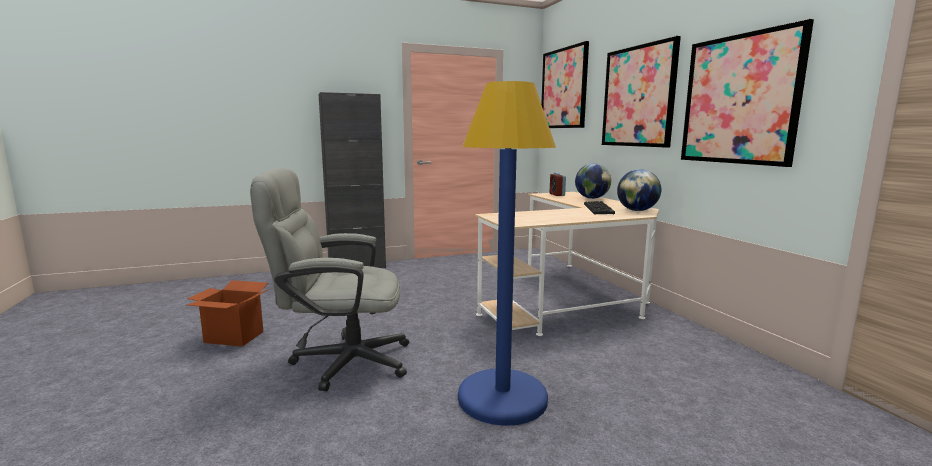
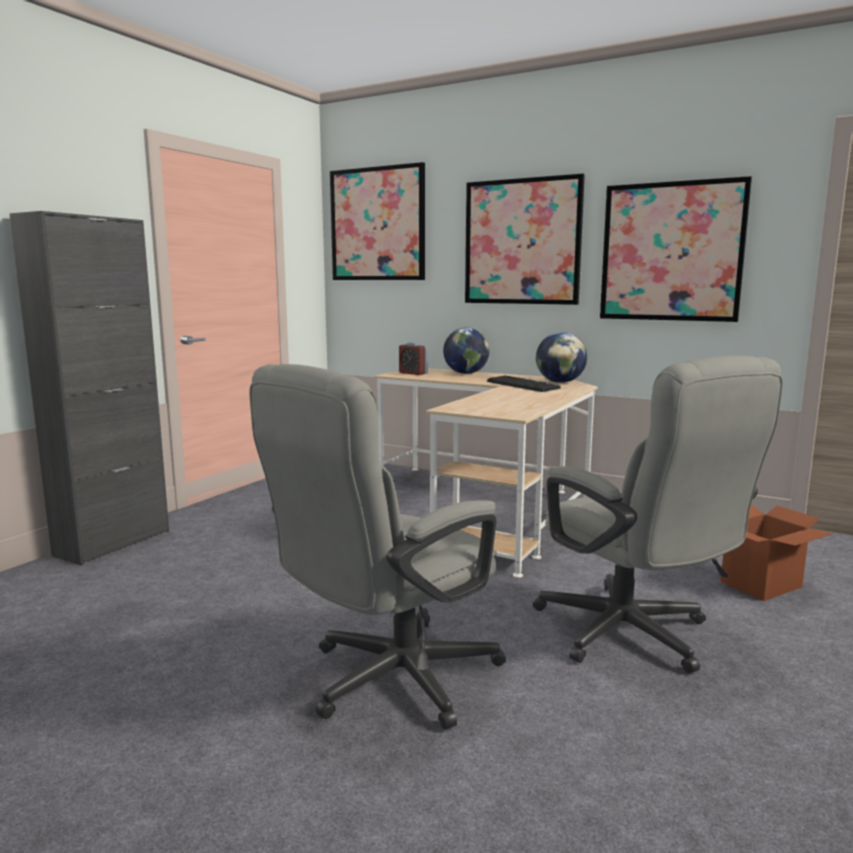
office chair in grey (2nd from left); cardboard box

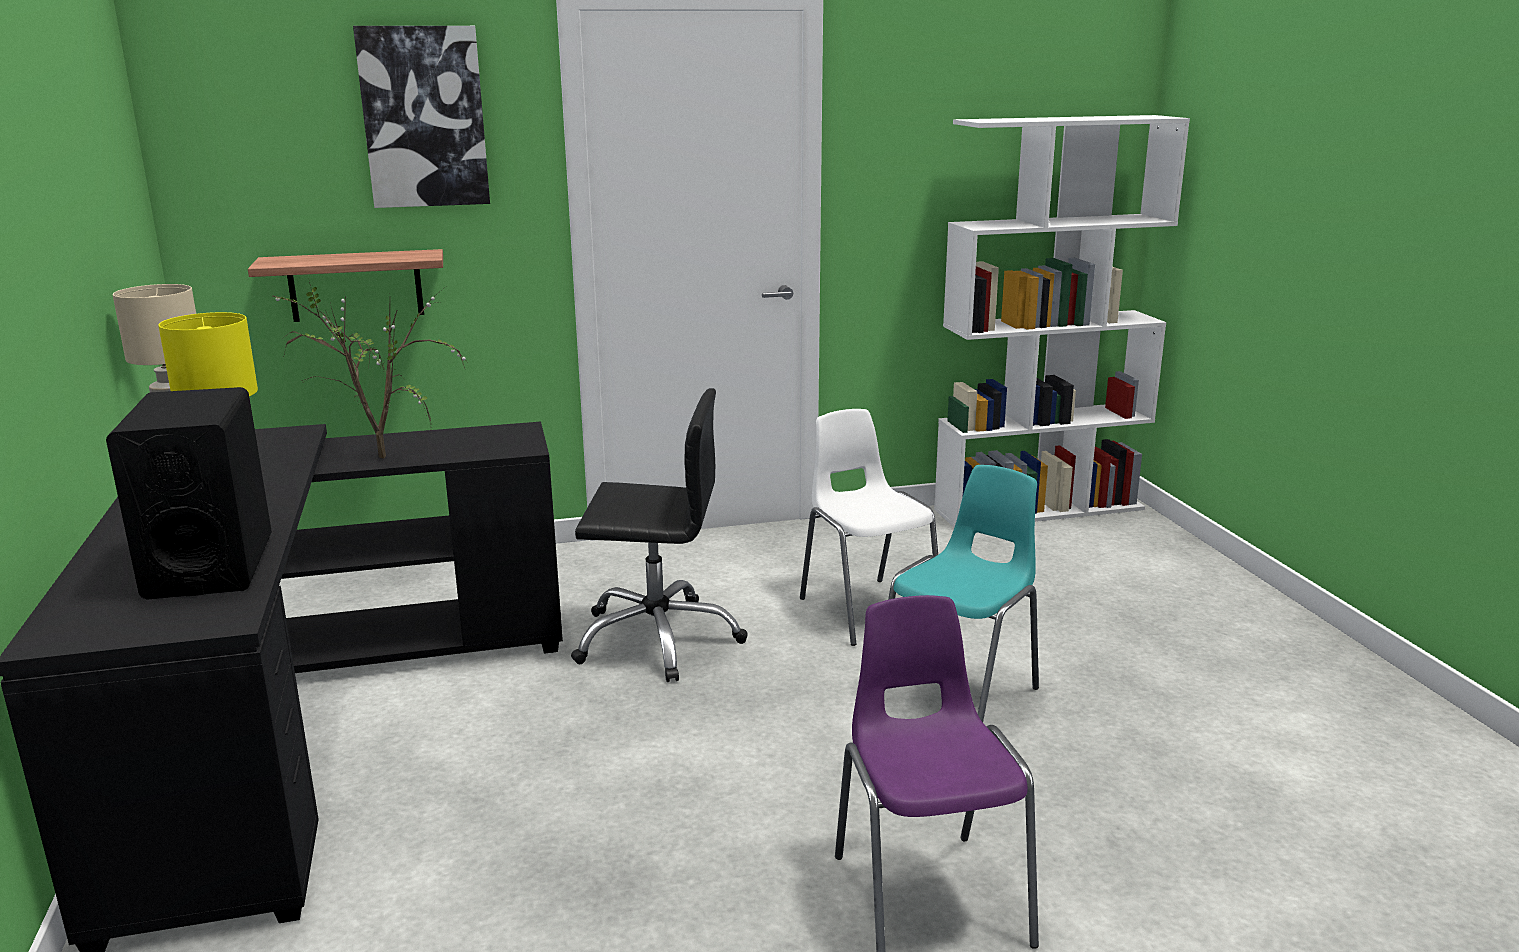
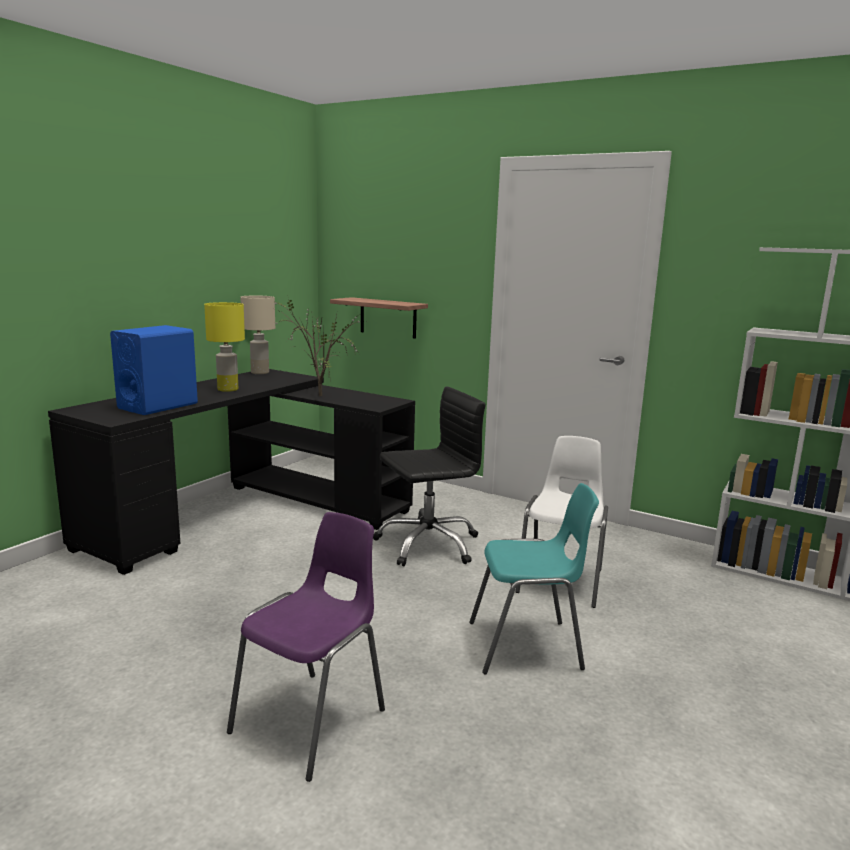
picture; speaker in blue; office chair in black

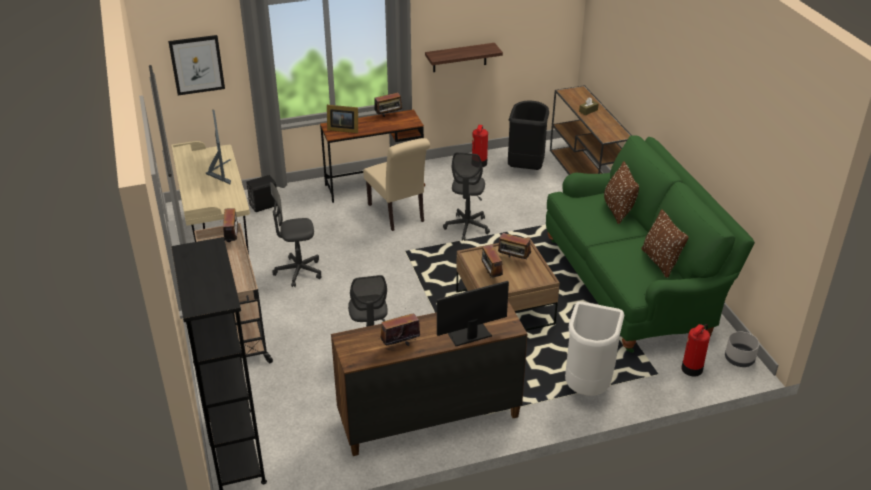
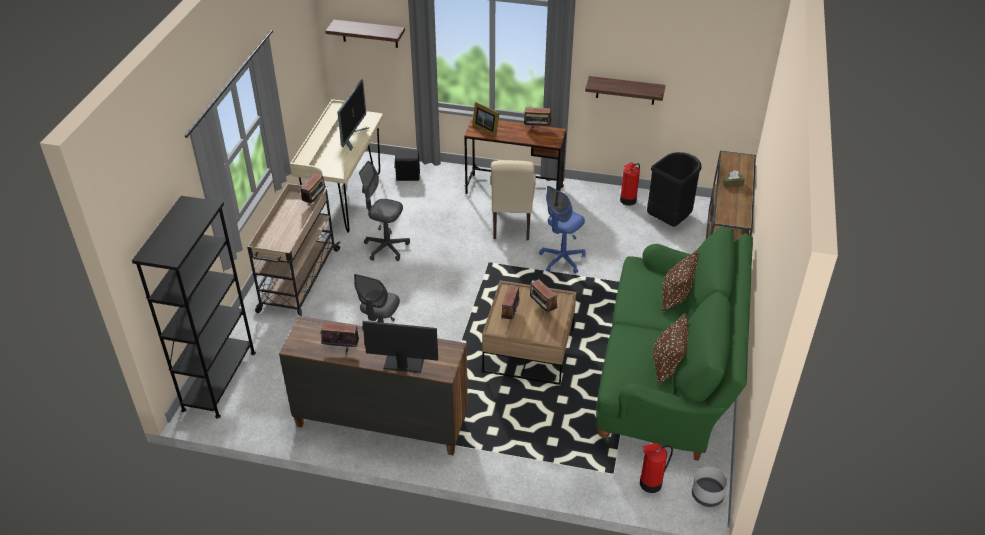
shelf (1st from left); office chair in blue; trash can in white

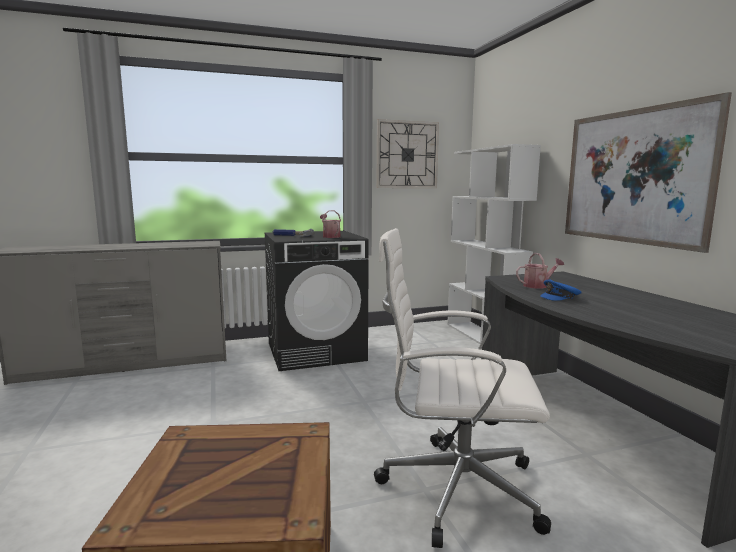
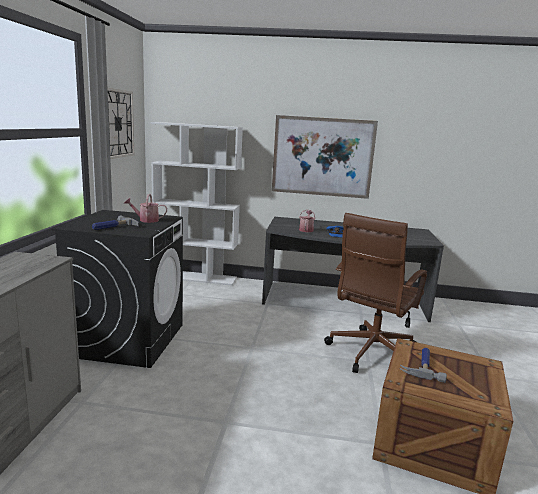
office chair in brown; hammer (2nd from left)

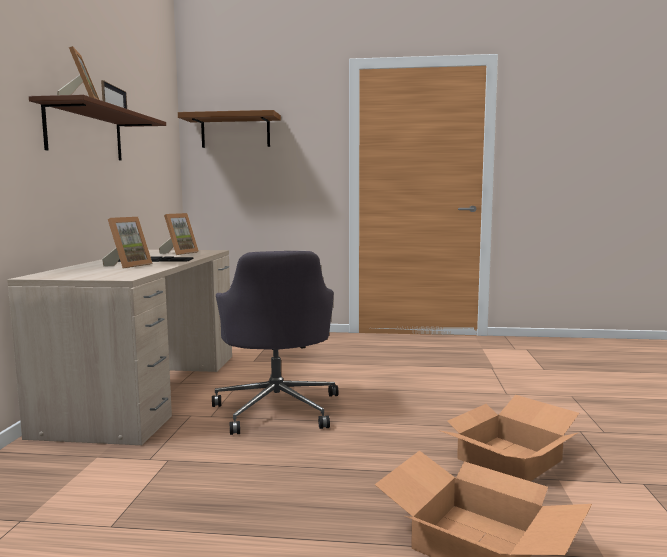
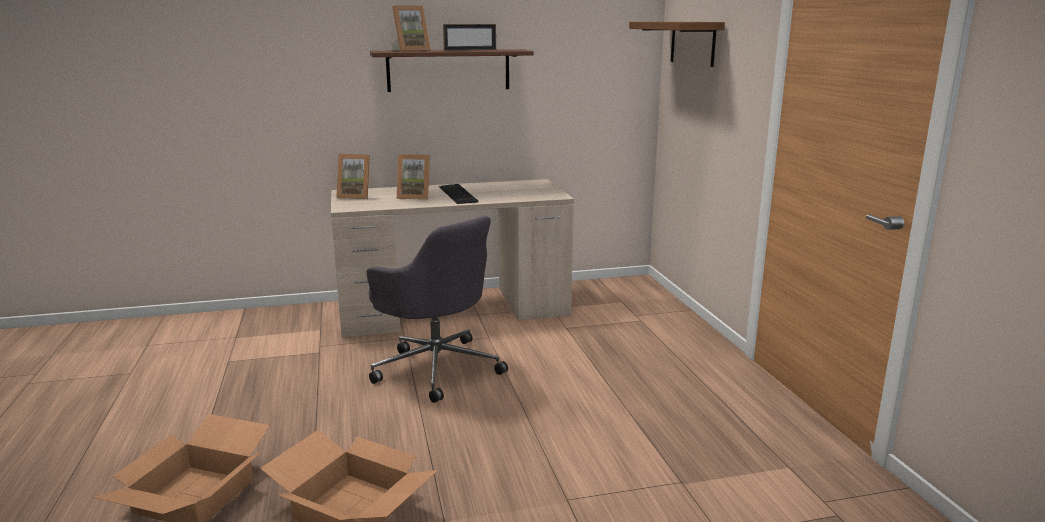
picture frame (1st from left); office chair in grey

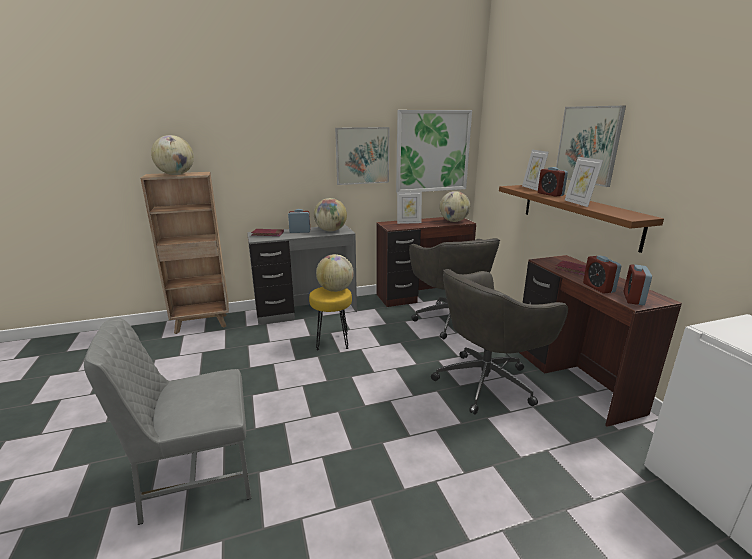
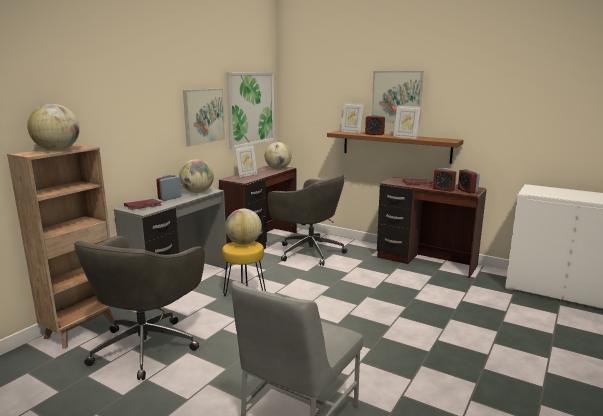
office chair in grey (1st from left)

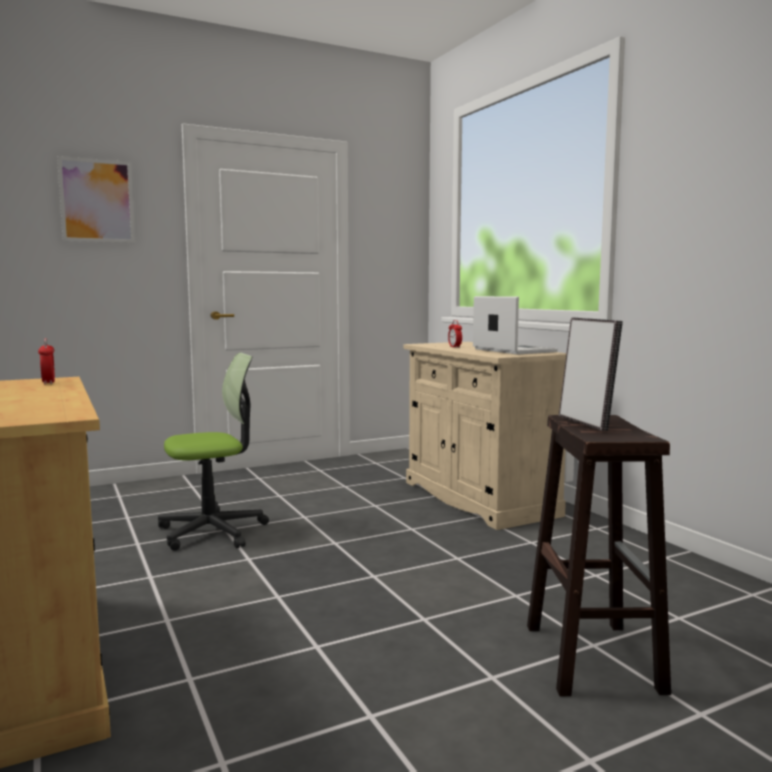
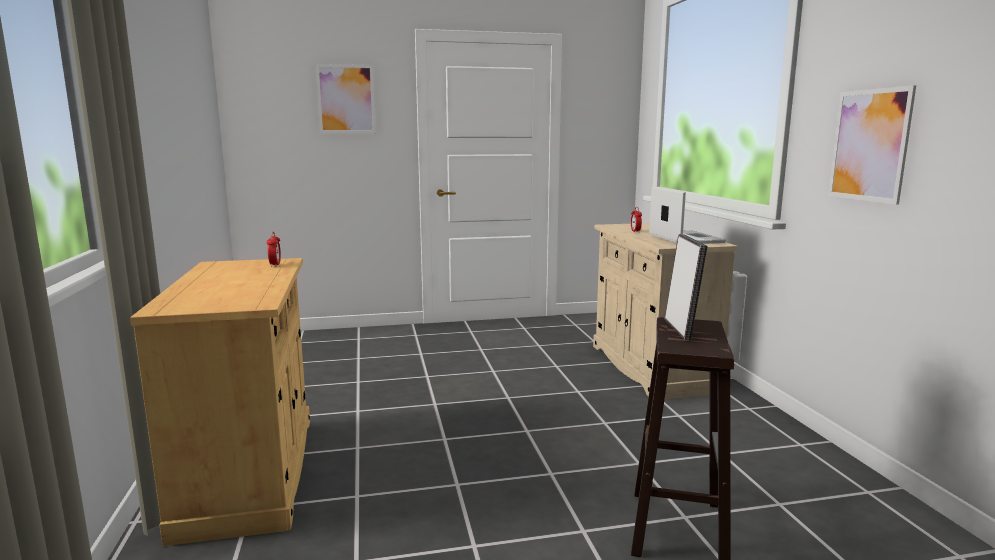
office chair; picture (2nd from left)

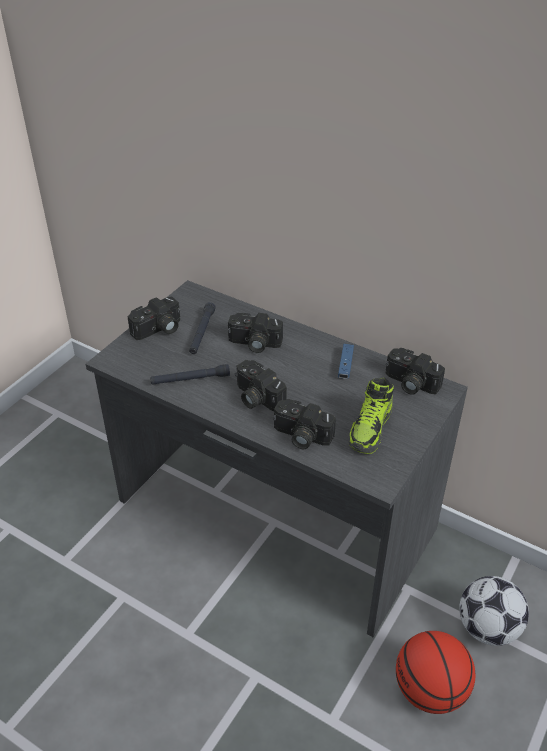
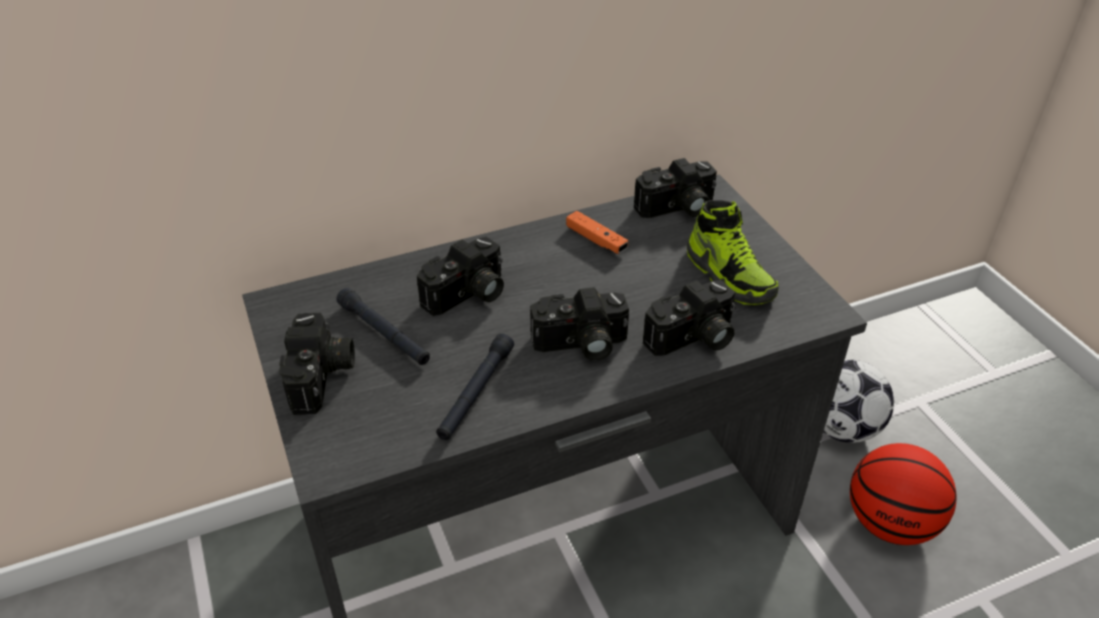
game controller in orange

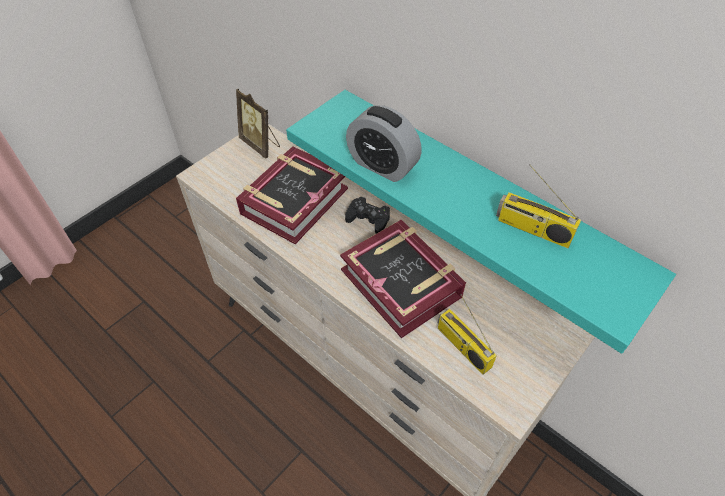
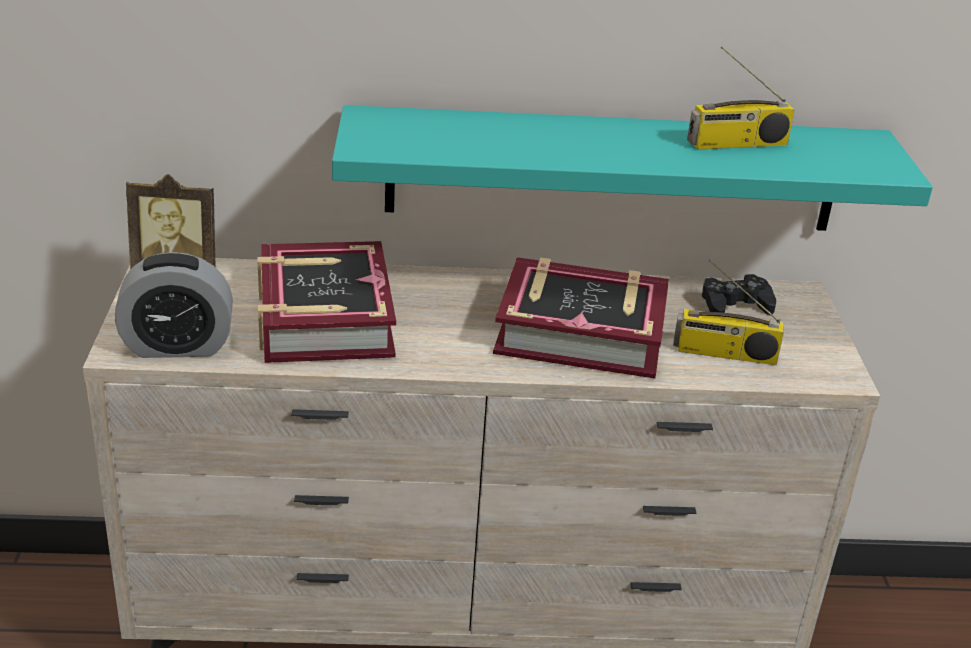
alarm clock; game controller in black

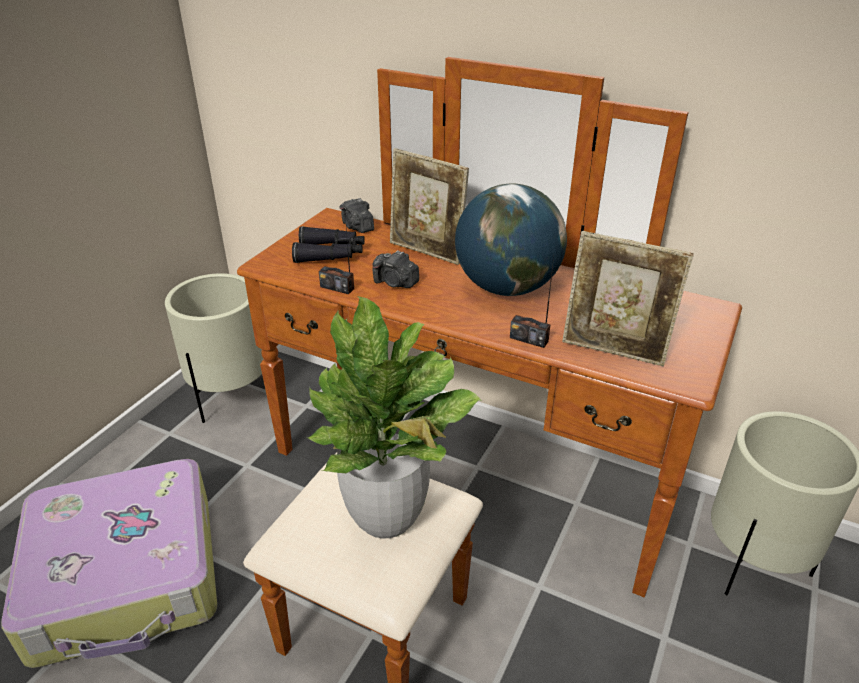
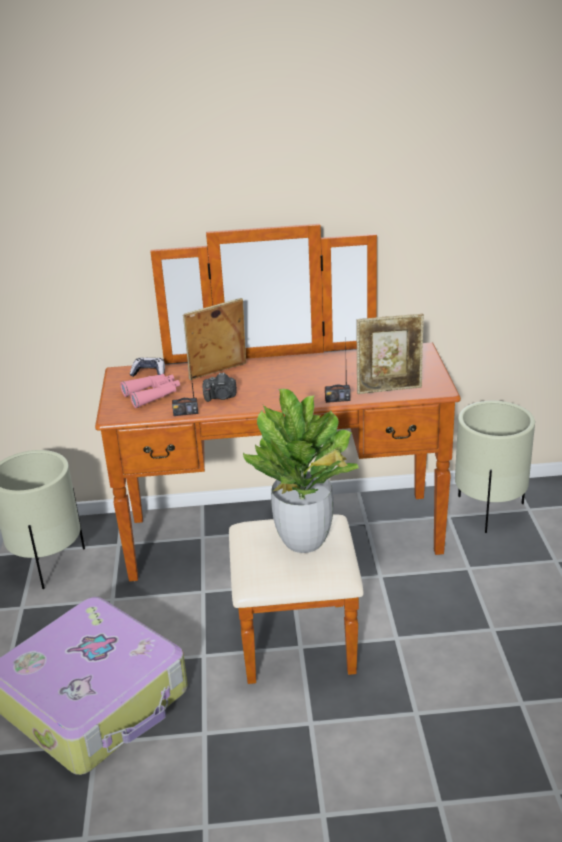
picture frame (1st from left); globe; game controller; binoculars in pink

